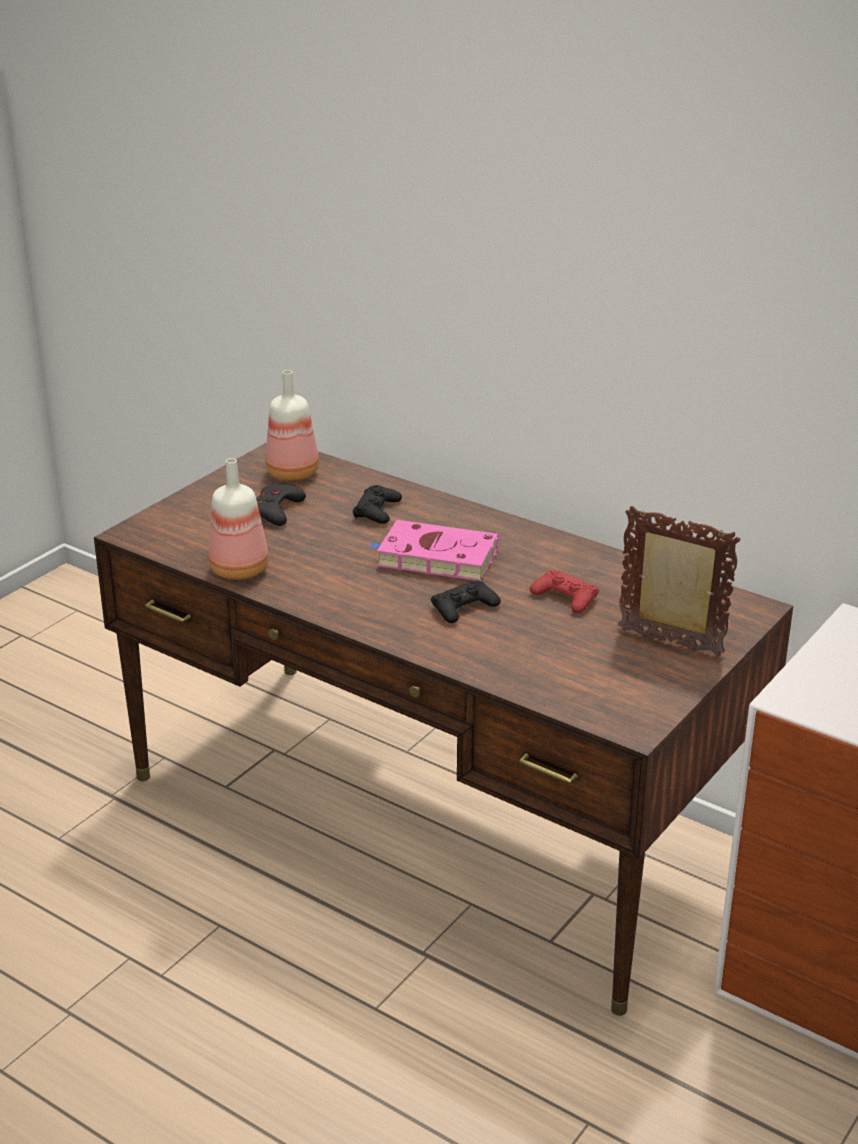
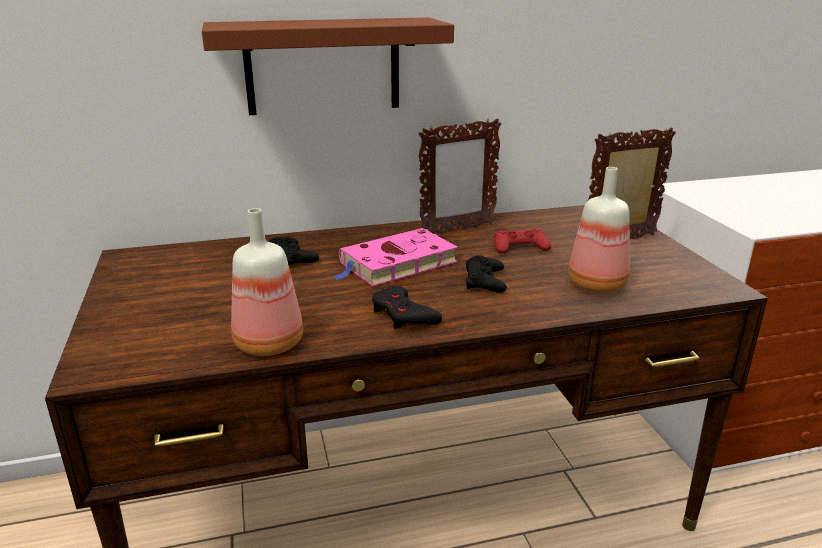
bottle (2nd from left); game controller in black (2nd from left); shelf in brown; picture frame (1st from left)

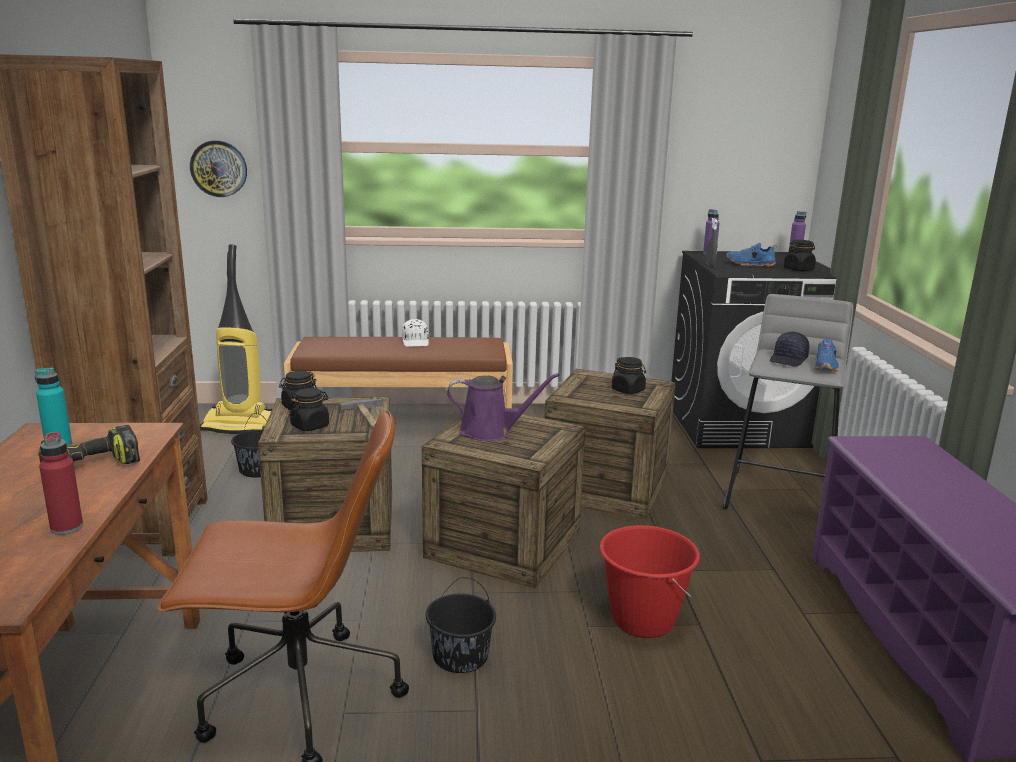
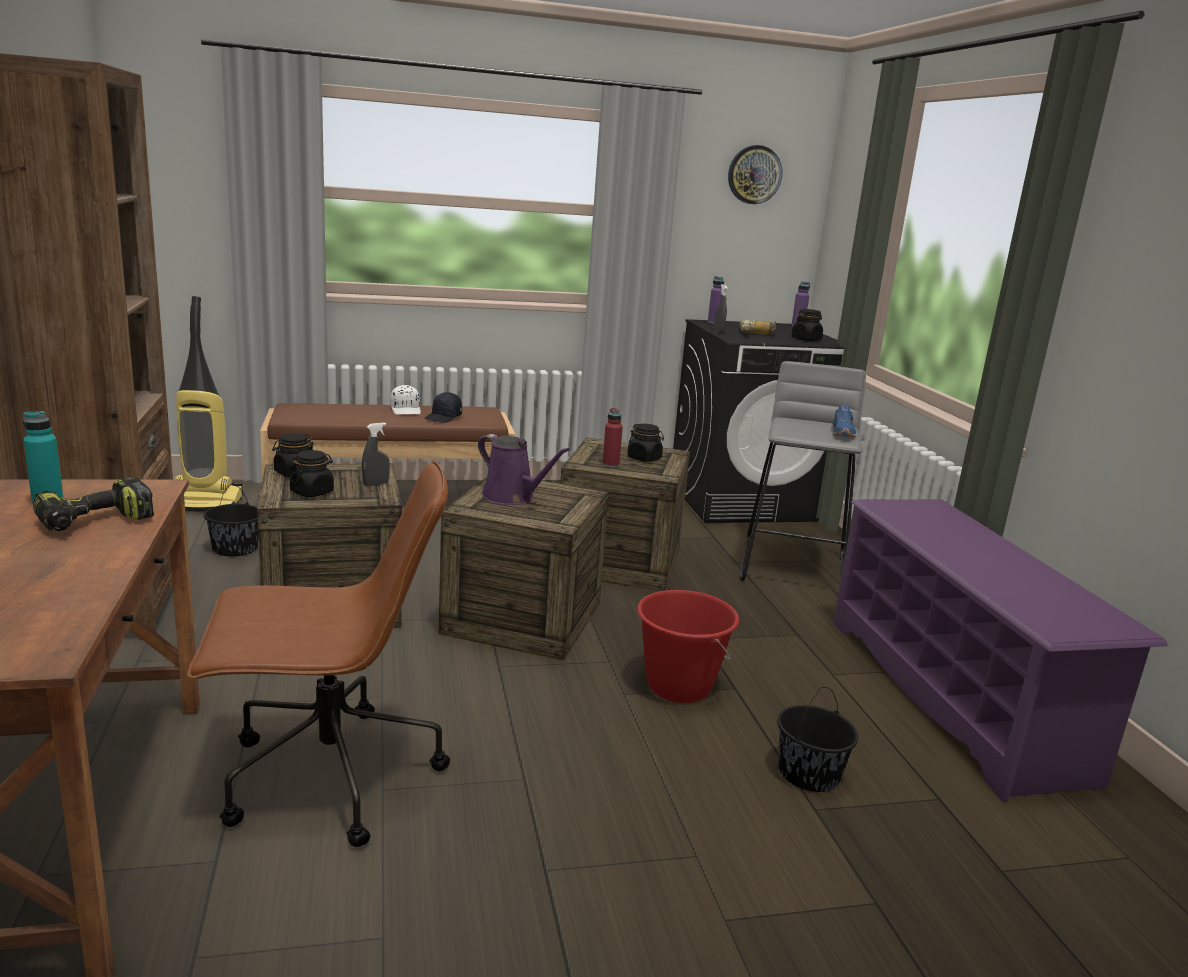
wall clock; power drill (2nd from left); cap in black; watering can in purple; spray bottle in grey (1st from left); bottle in red; bucket in black (2nd from left)

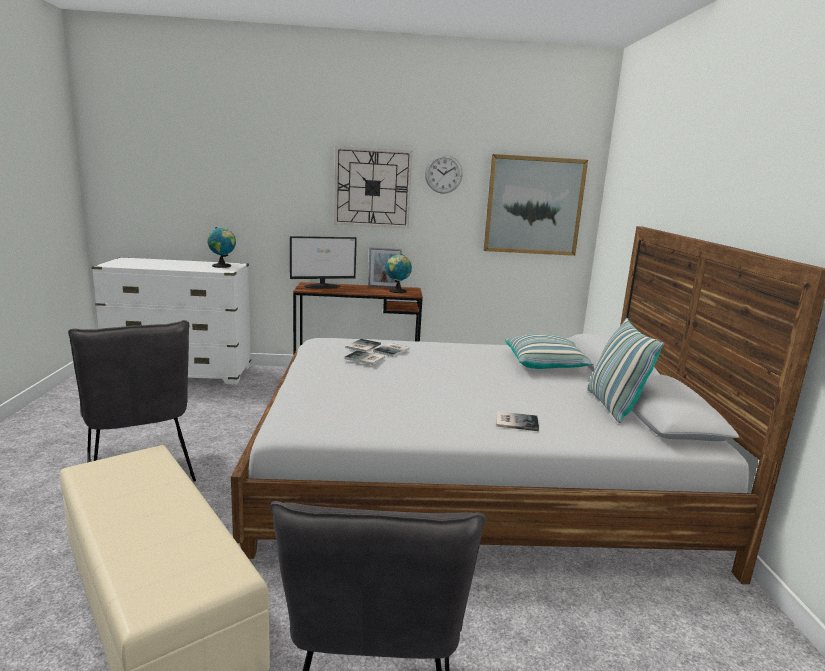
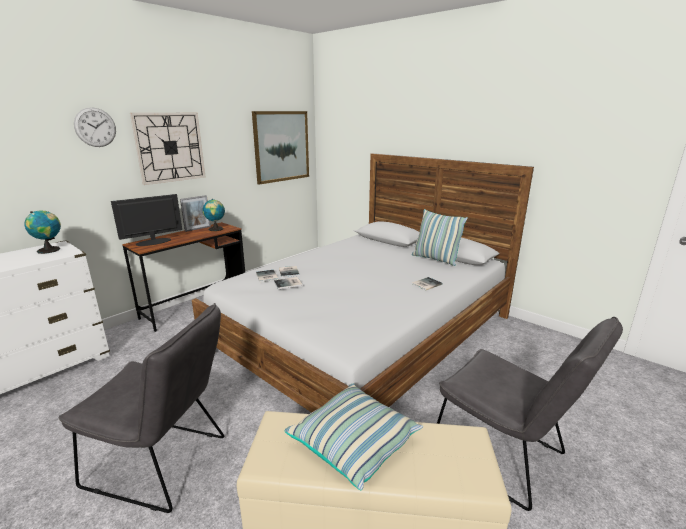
wall clock (1st from left); monitor; pillow (1st from left)

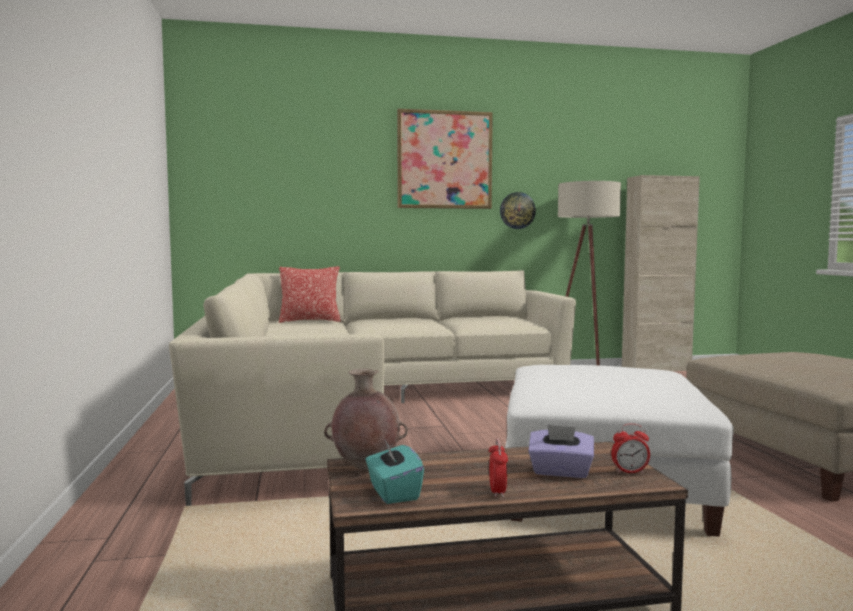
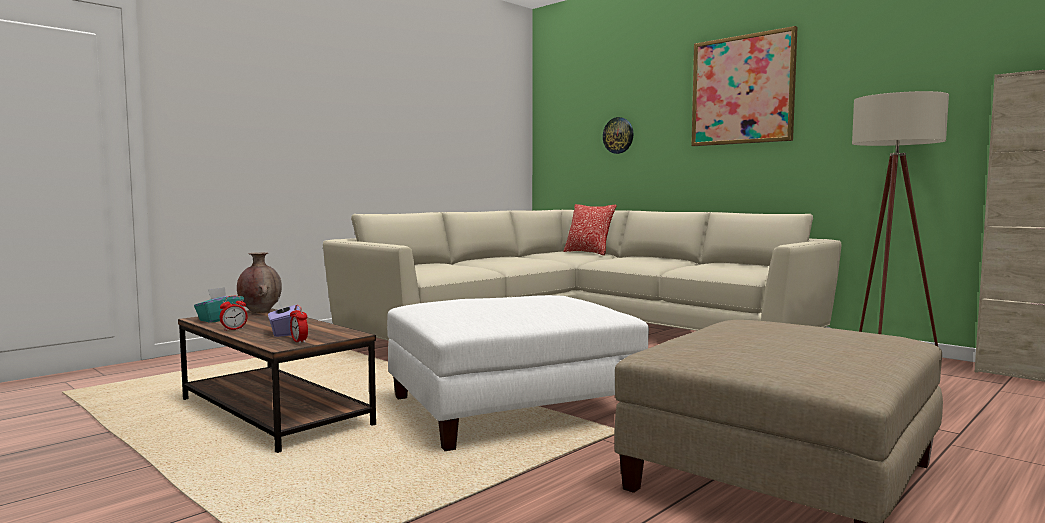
wall clock

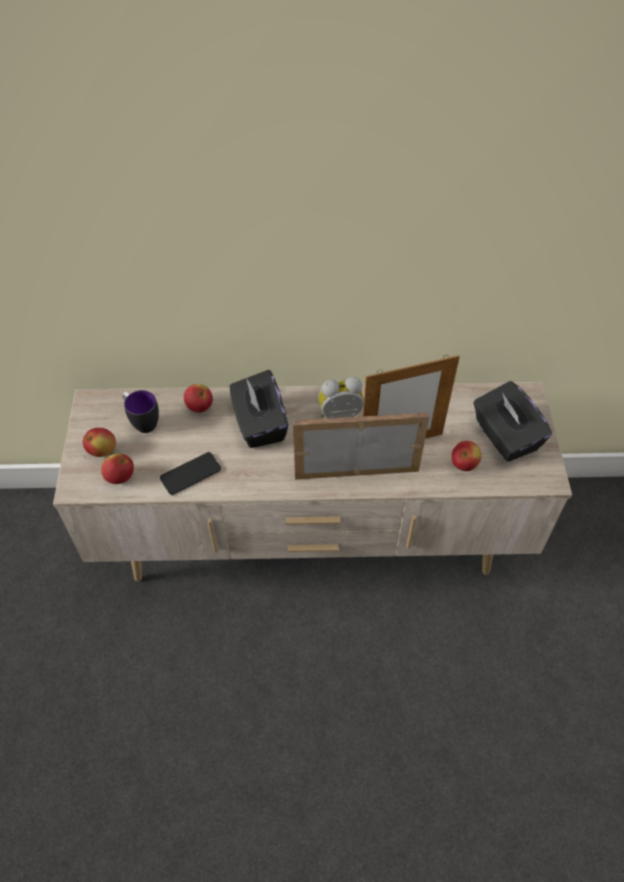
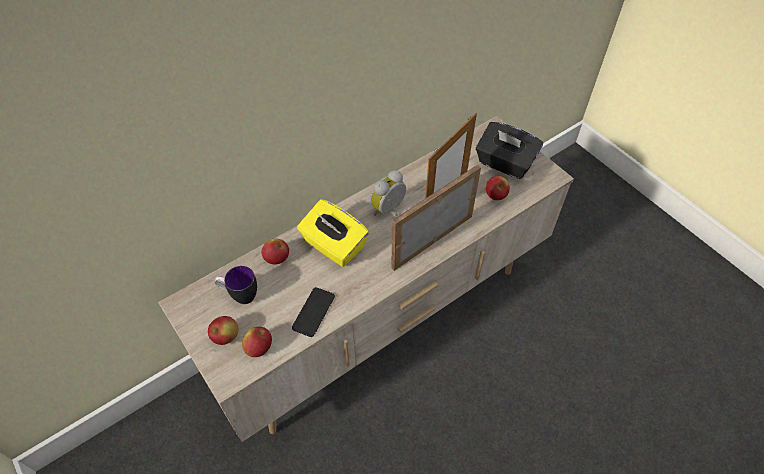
tissue box in yellow

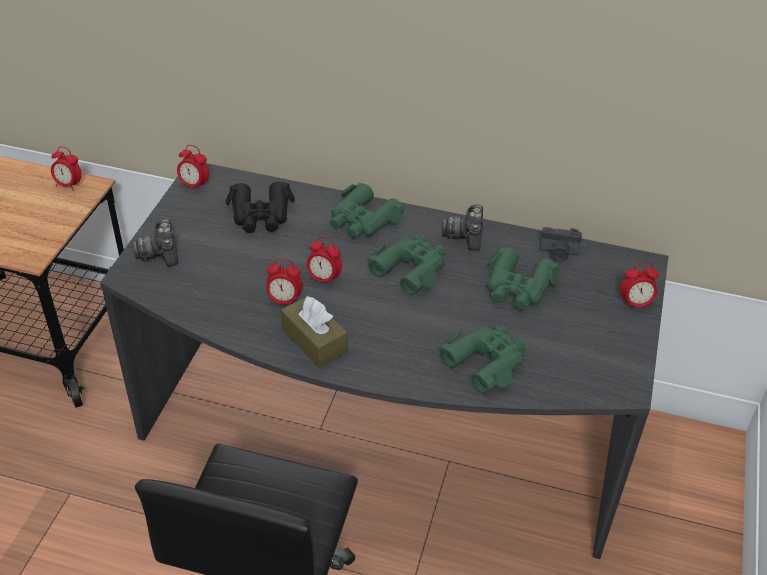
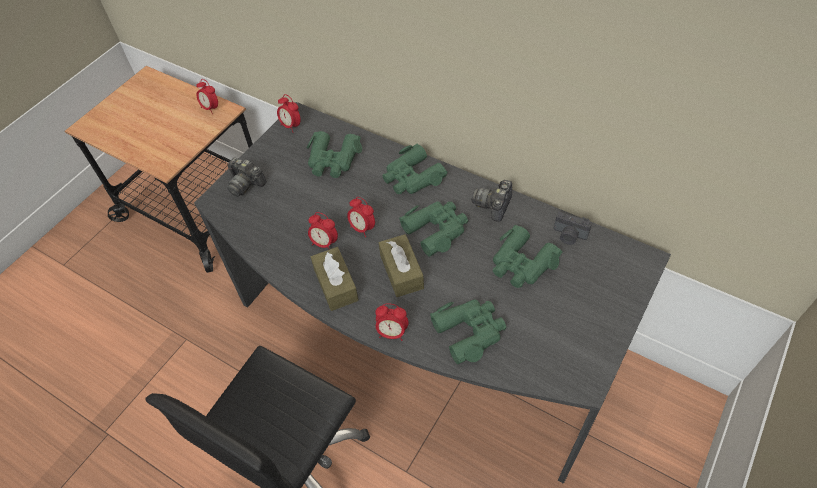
binoculars in green (1st from left); photo camera (1st from left); alarm clock (5th from left); tissue box in brown (2nd from left)

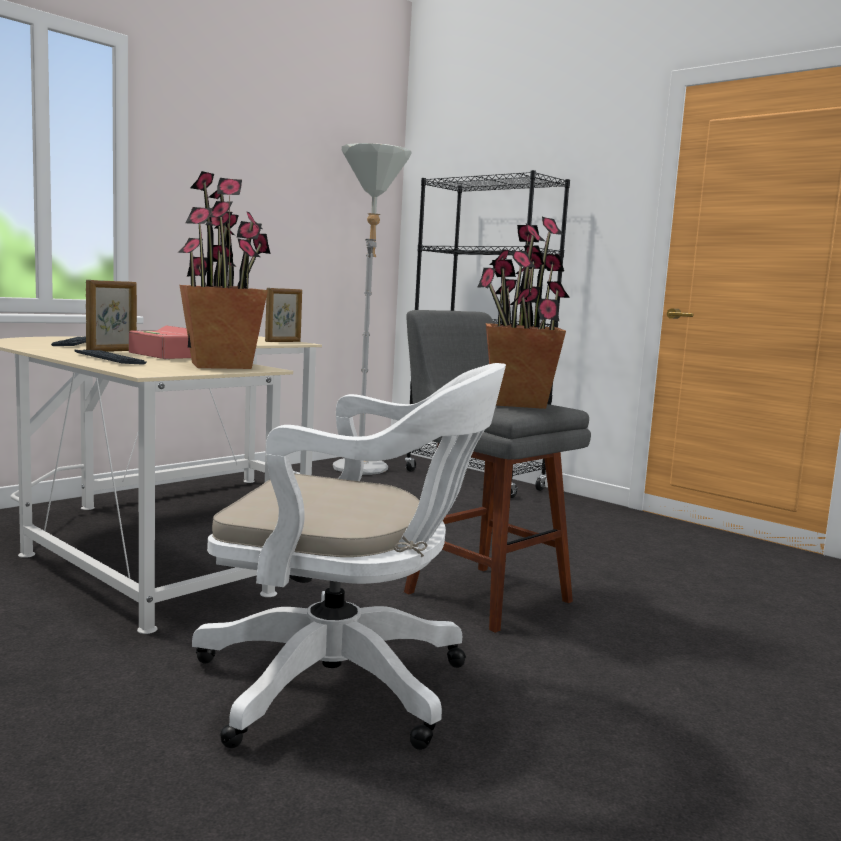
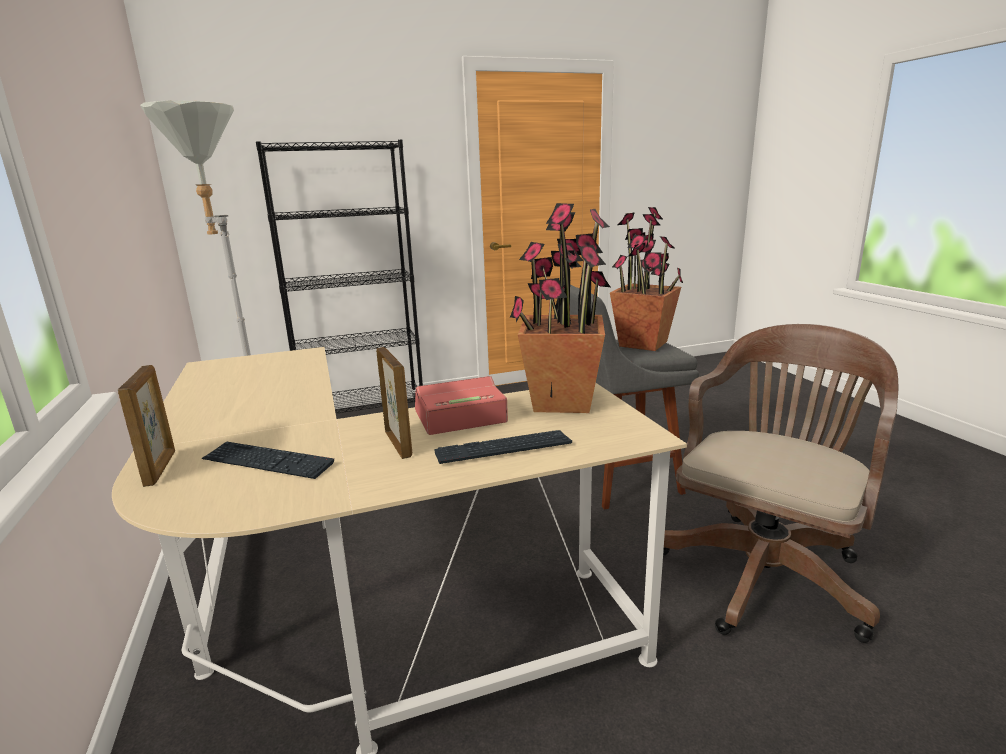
picture frame (1st from left); office chair in brown

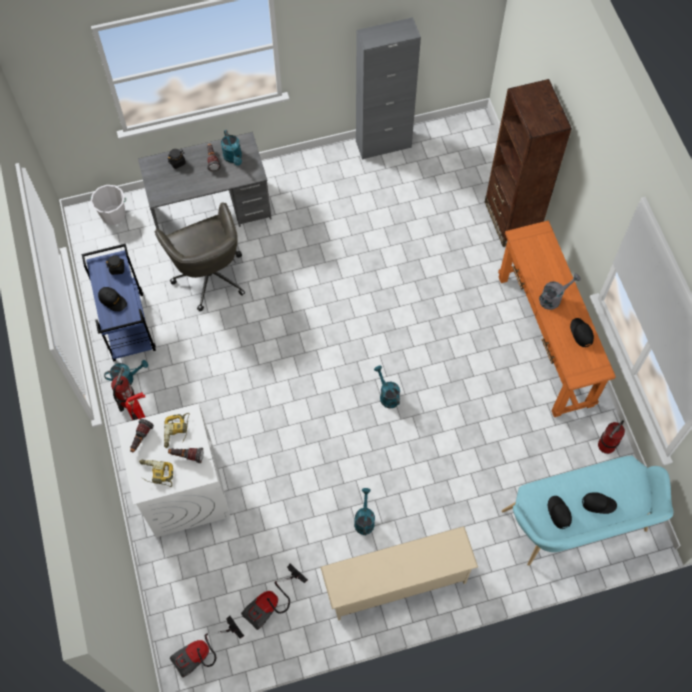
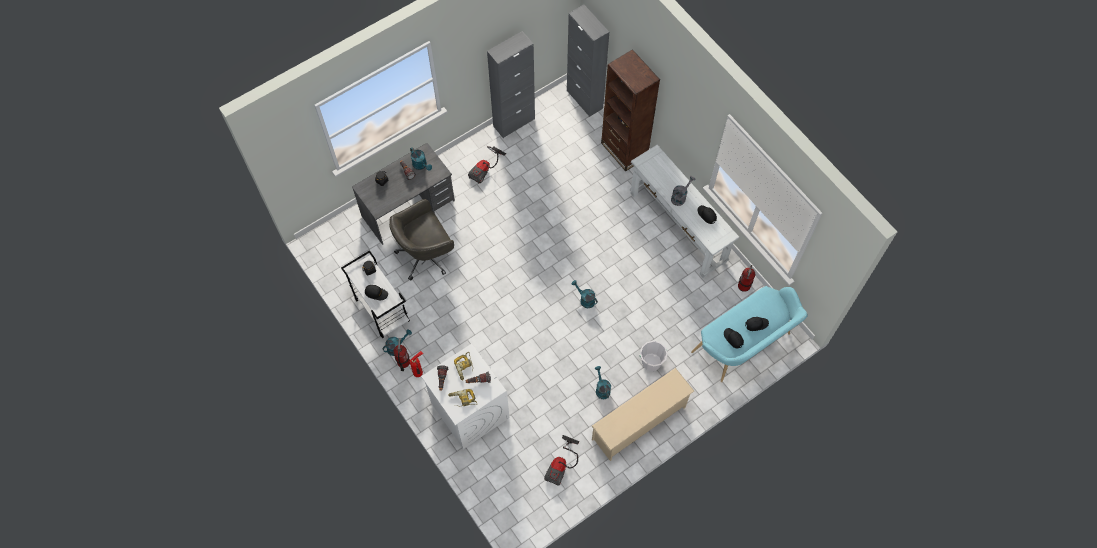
bucket in white; office chair in grey; console table in white; cart in white; vacuum cleaner (1st from left); cabinet in grey (2nd from left)

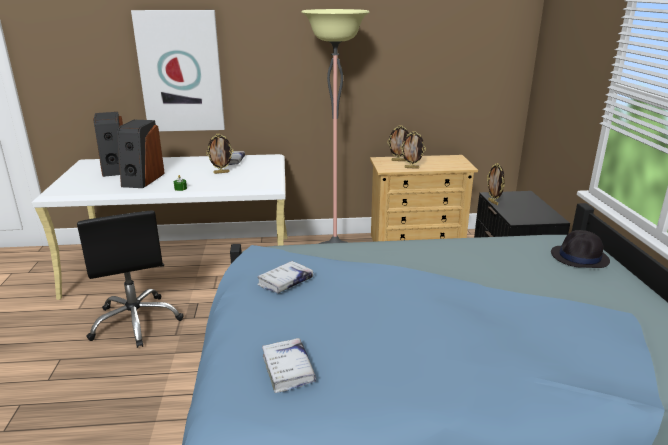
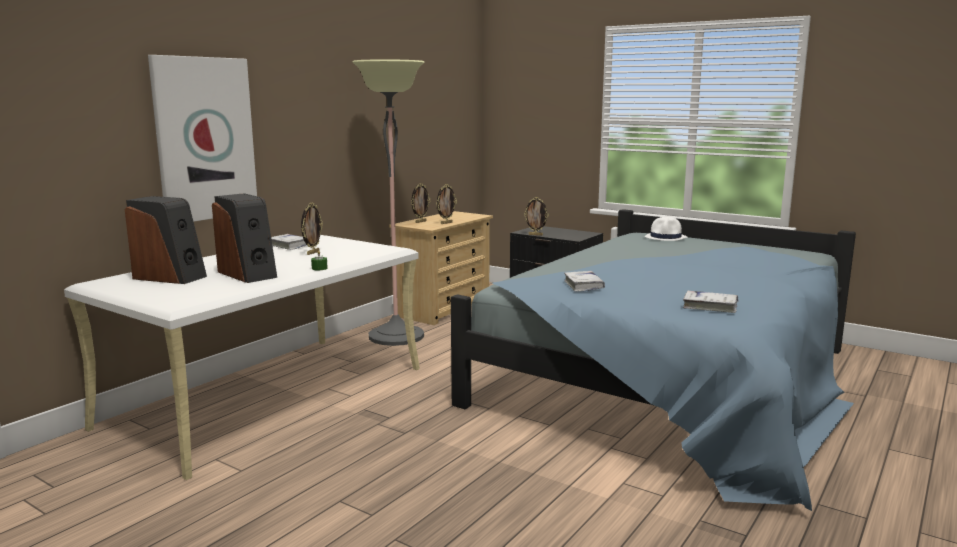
office chair in black; hat in white

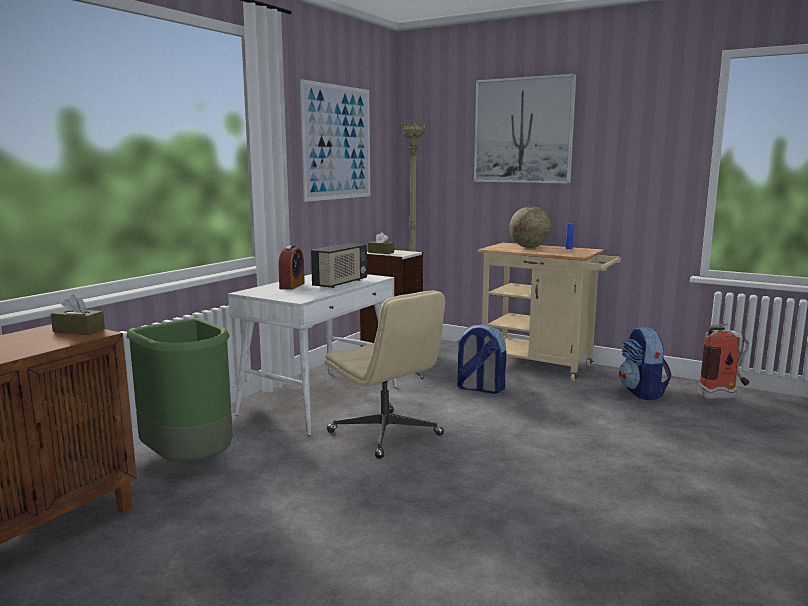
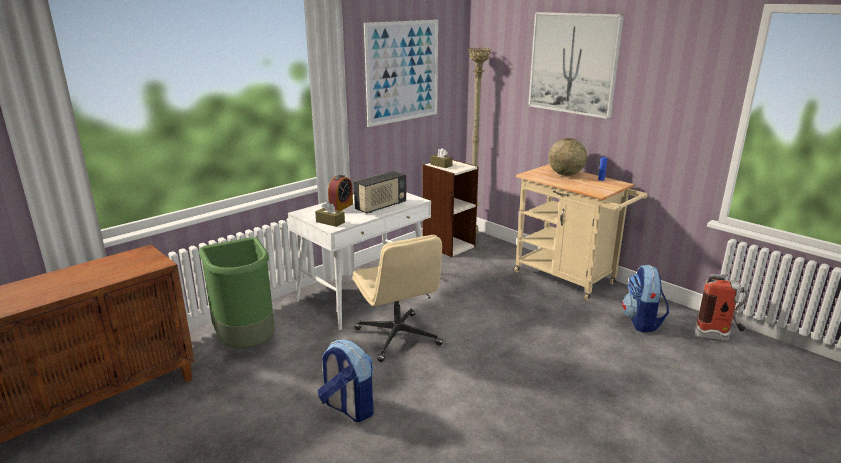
tissue box in brown (1st from left); backpack (1st from left)

